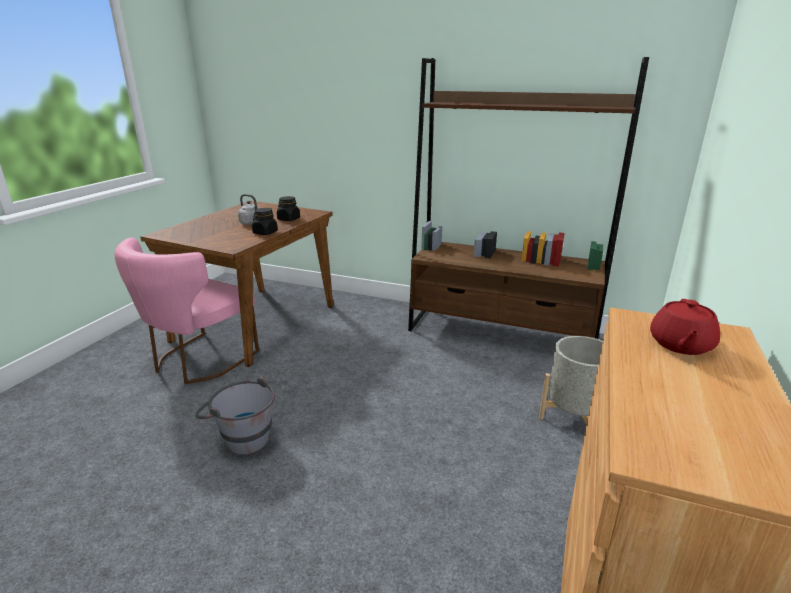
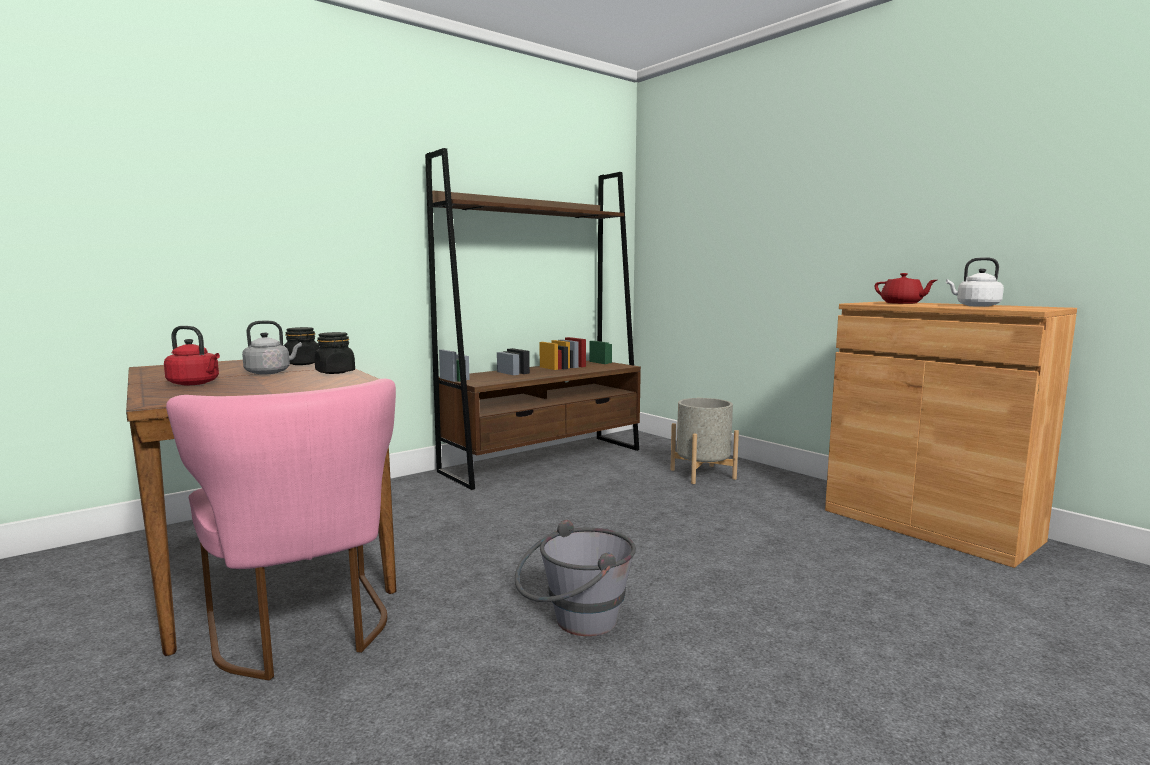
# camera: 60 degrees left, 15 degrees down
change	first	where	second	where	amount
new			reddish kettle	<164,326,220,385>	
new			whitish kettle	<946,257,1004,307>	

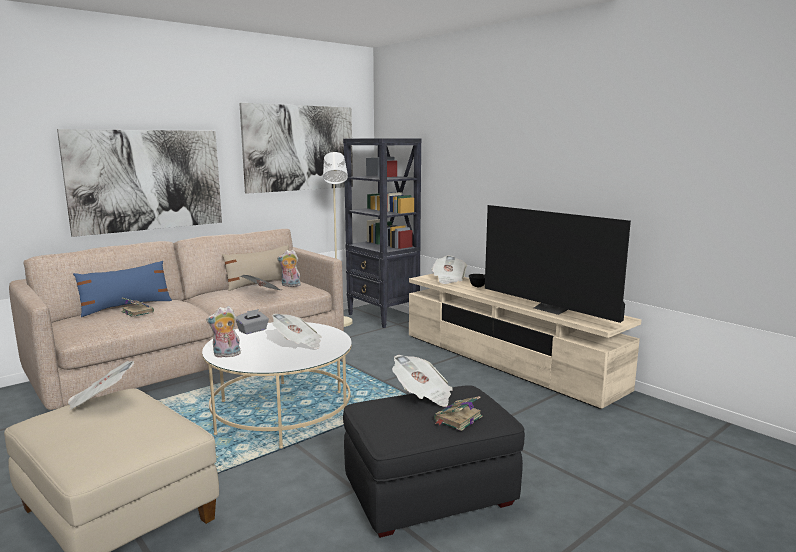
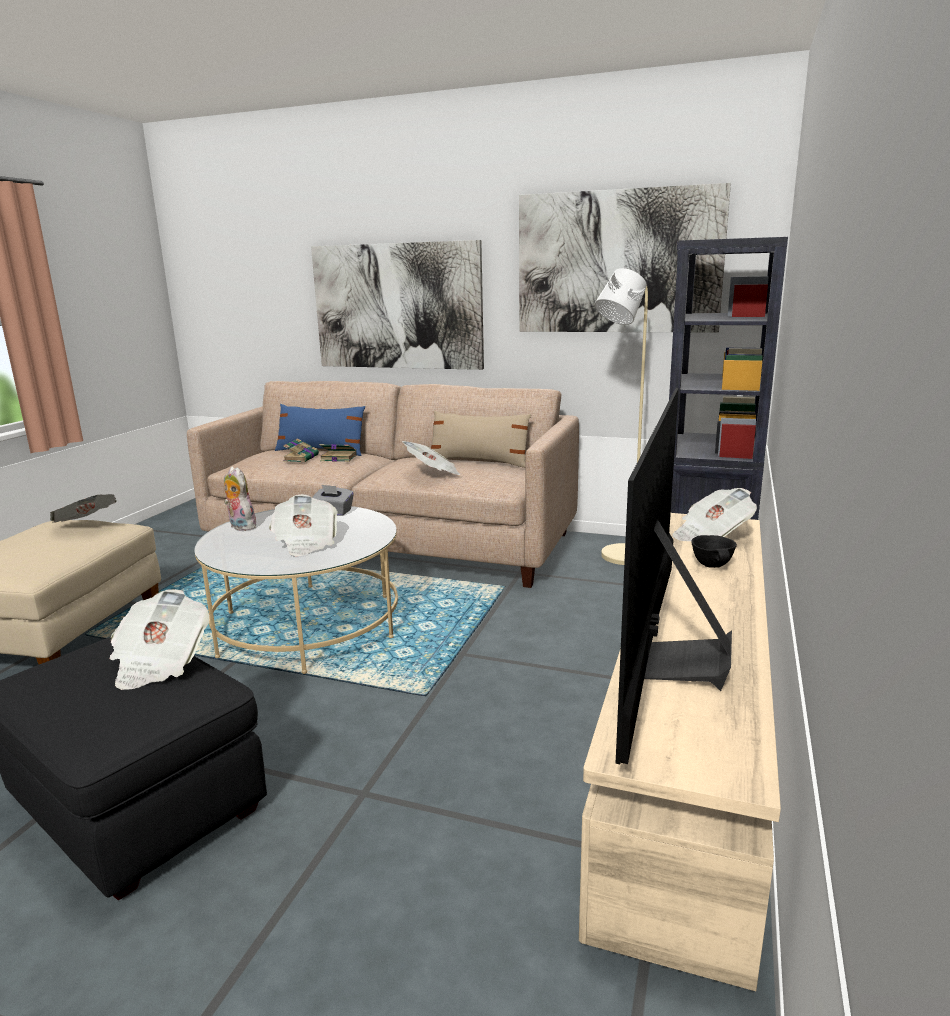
# camera: 60 degrees right, 5 degrees up
change	first	where	second	where	amount
shifted	book	<434,396,482,431>		<320,444,357,462>	
gone	cuddly toy	<277,250,301,287>			

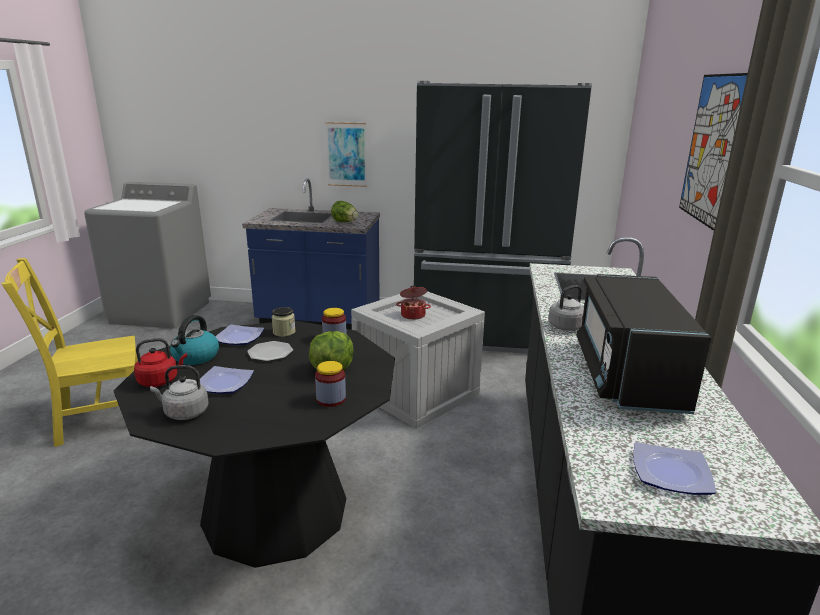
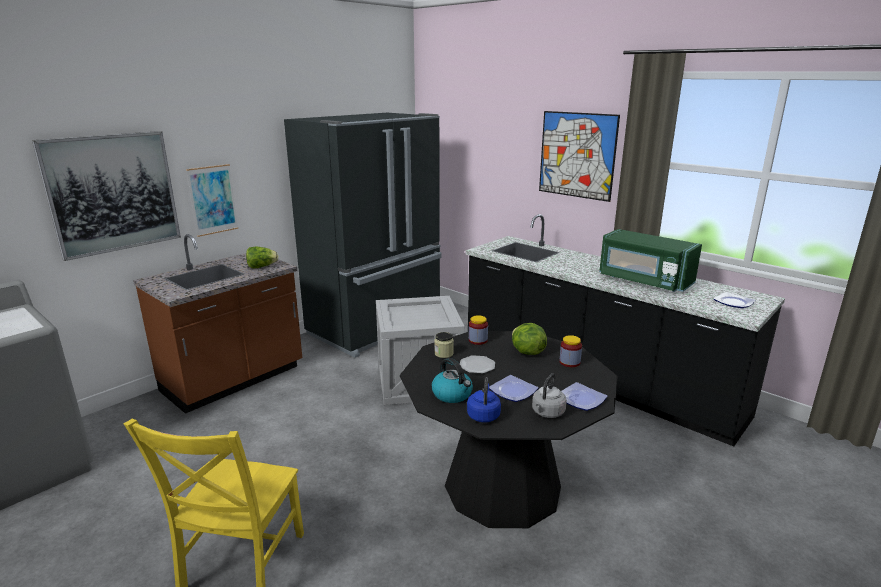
# camera: 55 degrees left, 0 degrees up
change	first	where	second	where	amount
new			wall picture	<32,131,181,261>	
repainted	bluish counter	<242,178,380,330>	brownish counter	<133,234,302,414>	
repainted	reddish kettle	<134,338,187,387>	bluish kettle	<467,377,501,423>	
shifted	flat dish	<215,324,264,345>		<561,382,608,411>	
repainted	blackish microwave	<576,274,711,414>	green-coloured microwave	<599,229,702,292>	
gone	saucepot	<396,286,431,320>			
gone	greyish kettle	<549,285,585,331>			

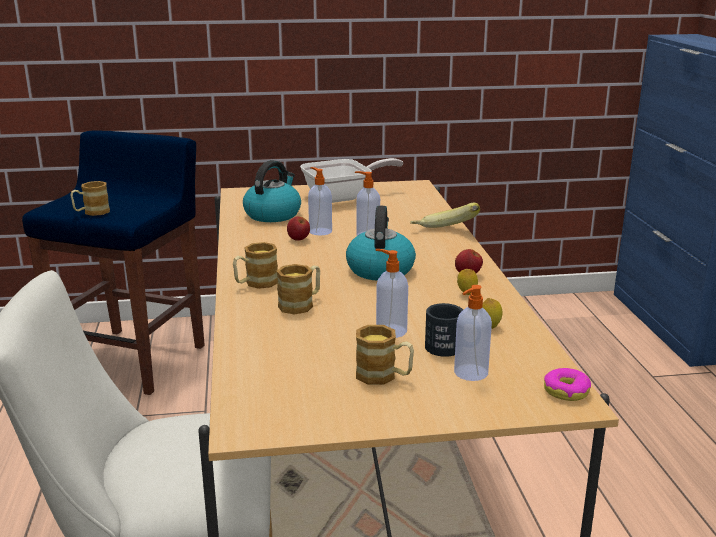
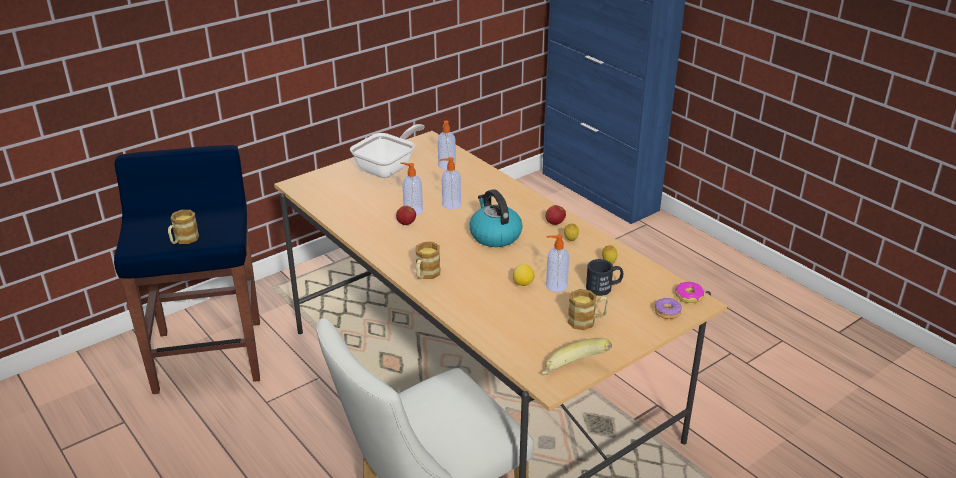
# camera: 30 degrees left, 10 degrees up
change	first	where	second	where	amount
shifted	liquid soap bottle	<454,285,492,381>		<438,120,456,169>	
new			citrus fruit	<513,264,535,286>	
shifted	banana	<410,203,480,228>		<542,338,612,375>	
new			ring doughnut	<655,298,682,319>	
gone	kettle	<243,160,301,222>			
gone	mug	<277,264,320,315>			

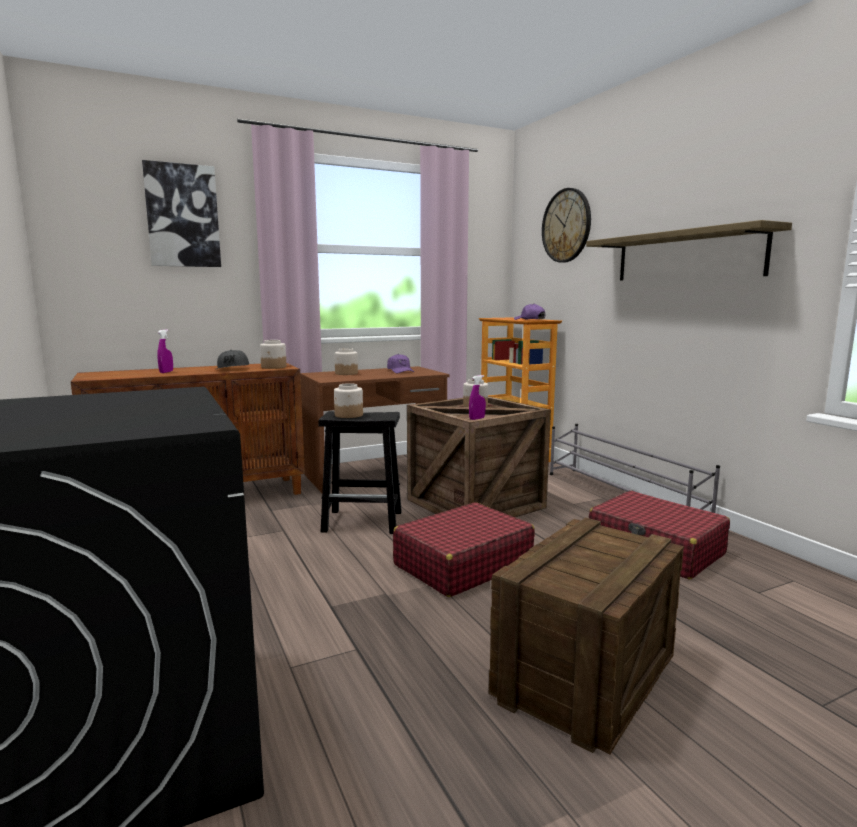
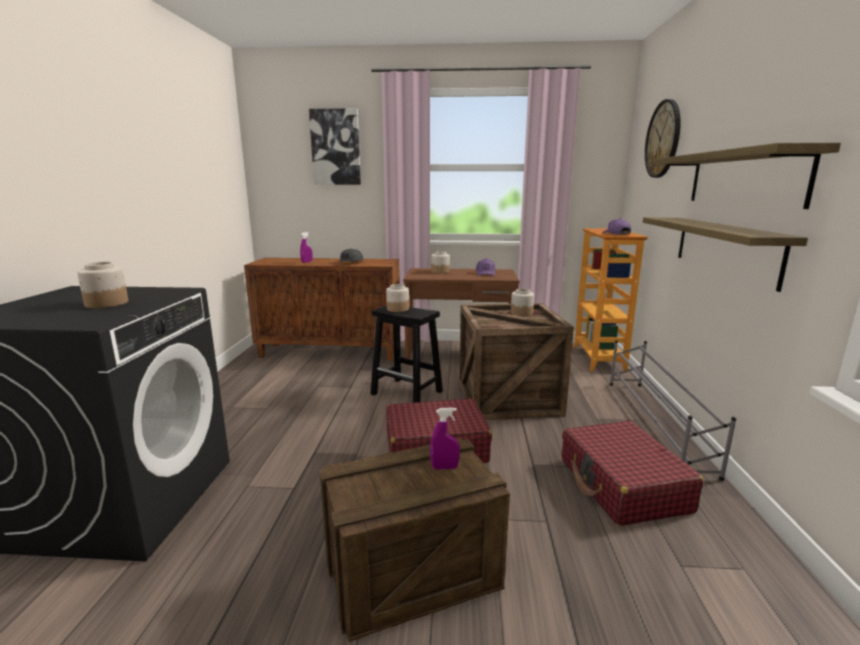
# camera: 30 degrees right, 5 degrees up
change	first	where	second	where	amount
shifted	preserve jar	<260,340,287,369>		<77,262,128,308>	
shifted	purplish sprayer	<469,375,486,420>		<430,407,460,469>	
new			shelf	<643,217,808,292>	

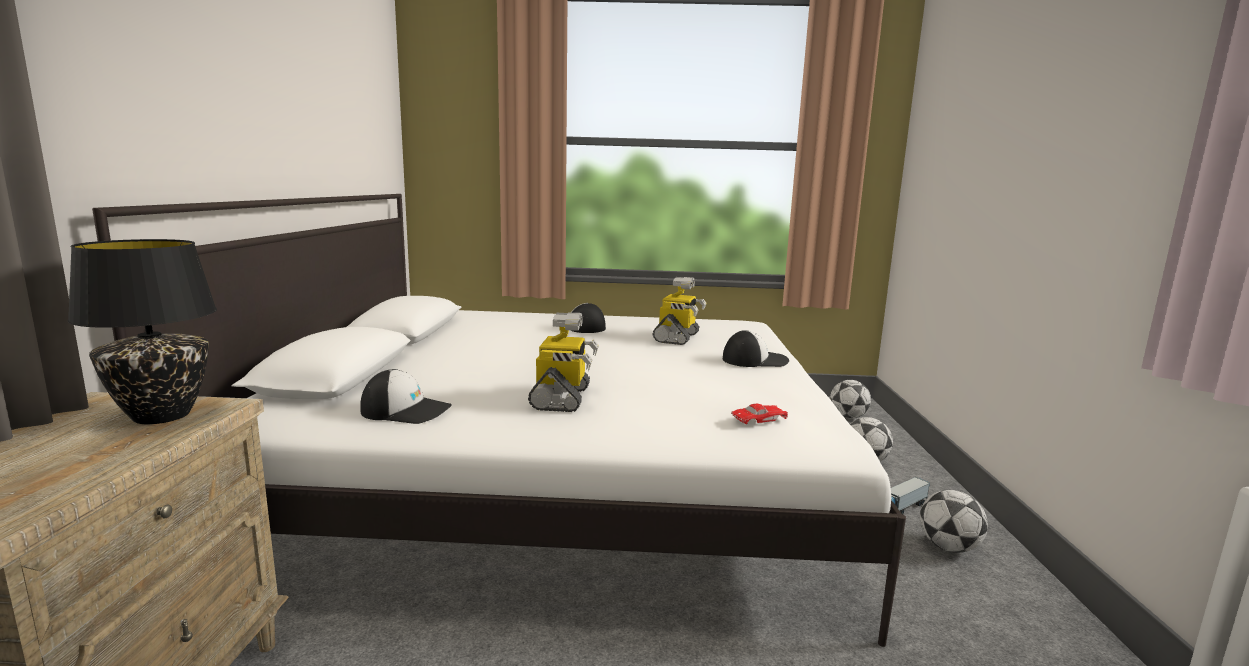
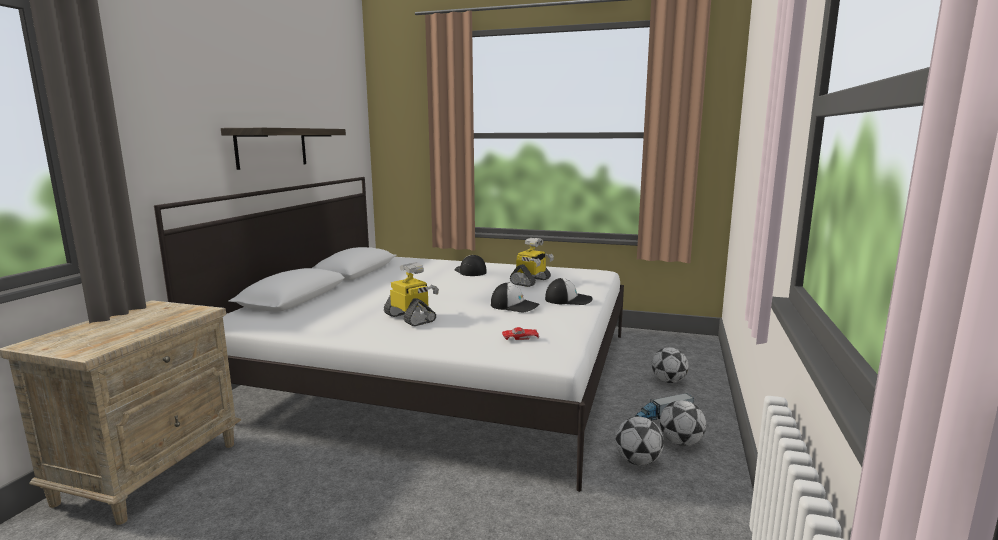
# camera: 15 degrees right, 0 degrees up
change	first	where	second	where	amount
new			shelf	<221,128,346,170>	
rotated	robot figure	<528,313,599,412>		<384,262,439,326>	60 degrees counterclockwise
shifted	baseball cap	<360,369,452,424>		<491,282,540,312>	
shifted	ball for football	<830,380,871,418>		<615,416,664,465>	
gone	blackish table lamp	<67,239,217,424>			

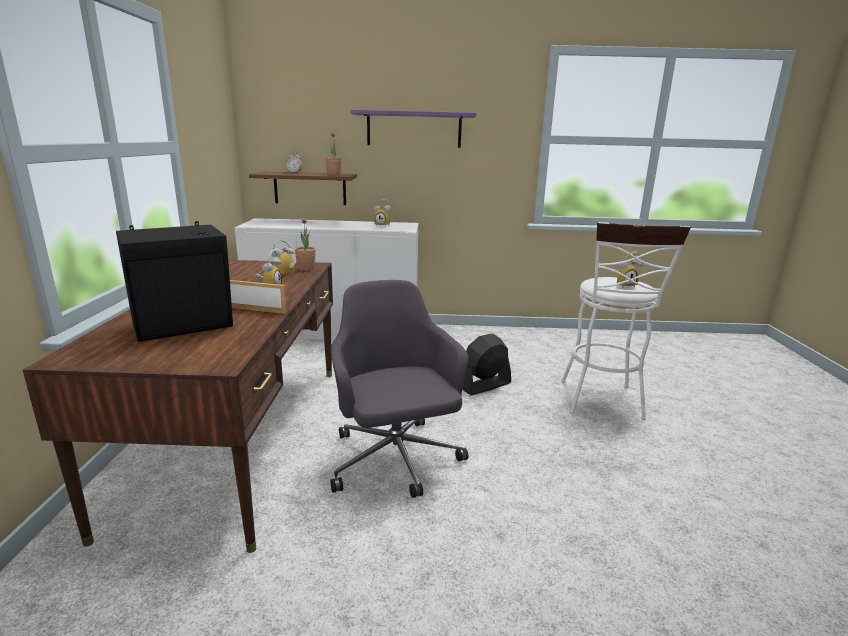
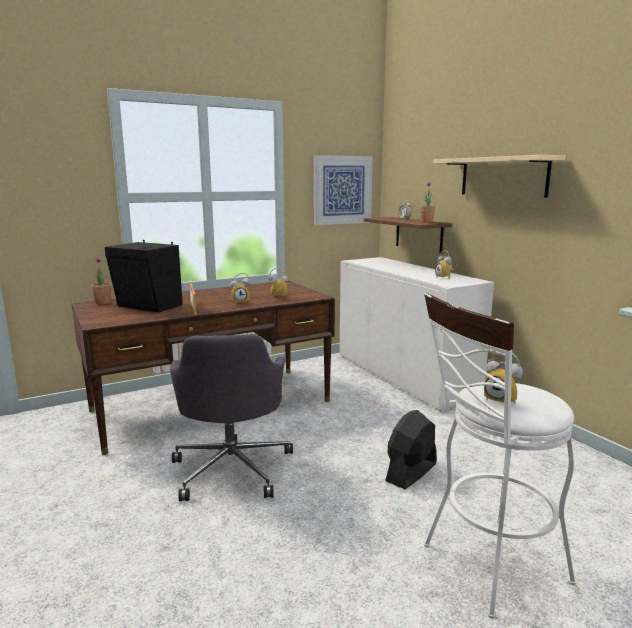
# camera: 60 degrees right, 5 degrees down
change	first	where	second	where	amount
shifted	potted plant	<295,217,316,271>		<92,257,111,304>	
rotated	greyish desk chair	<330,280,468,498>		<170,334,293,501>	135 degrees clockwise
new			wall picture	<314,155,373,225>	
rotated	blackish cooling fan	<462,334,511,395>		<385,410,437,489>	75 degrees counterclockwise
repainted	purplish shelf	<350,110,476,148>	beige shelf	<433,155,566,198>	

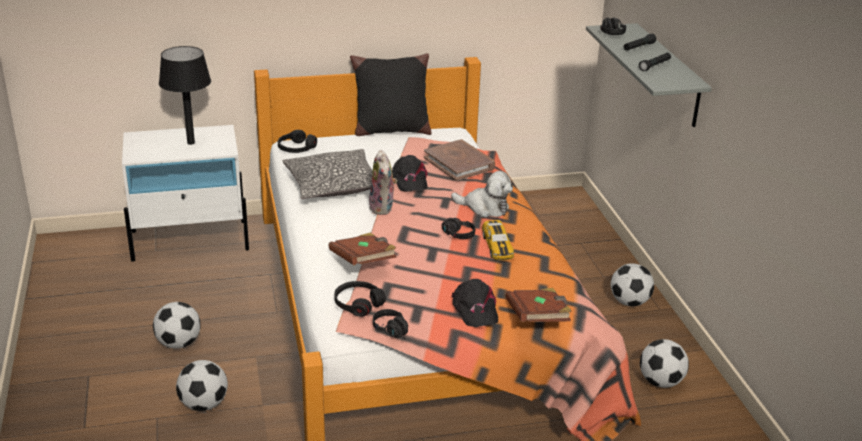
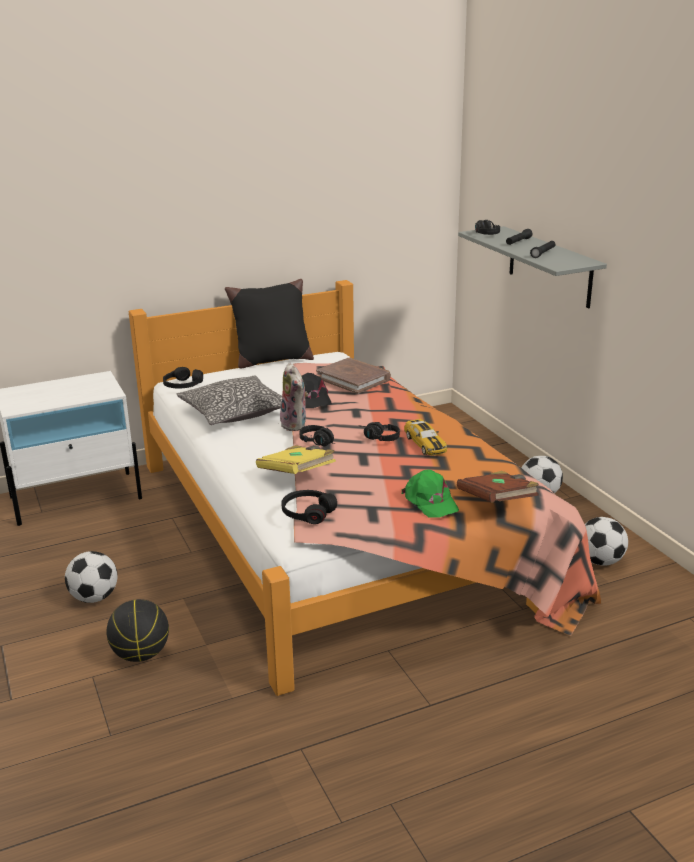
# camera: 10 degrees left, 5 degrees down
change	first	where	second	where	amount
swapped	ball for football	<176,360,228,411>	basketball ball	<106,599,169,662>	
repainted	brownish book	<329,233,396,265>	yellow book	<256,445,336,474>	
shifted	blackish pair of headphones	<373,309,408,340>		<299,425,335,446>	
repainted	blackish baseball cap	<452,279,498,327>	green-coloured baseball cap	<402,469,459,518>	
gone	blackish table lamp	<159,46,211,145>			
gone	cuddly toy	<451,171,513,218>			

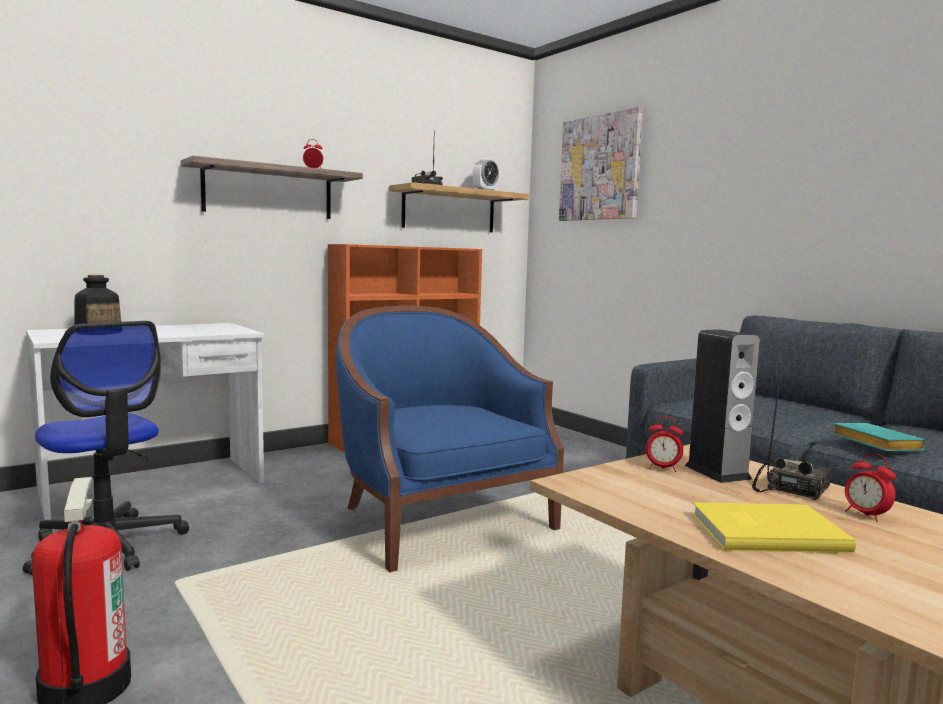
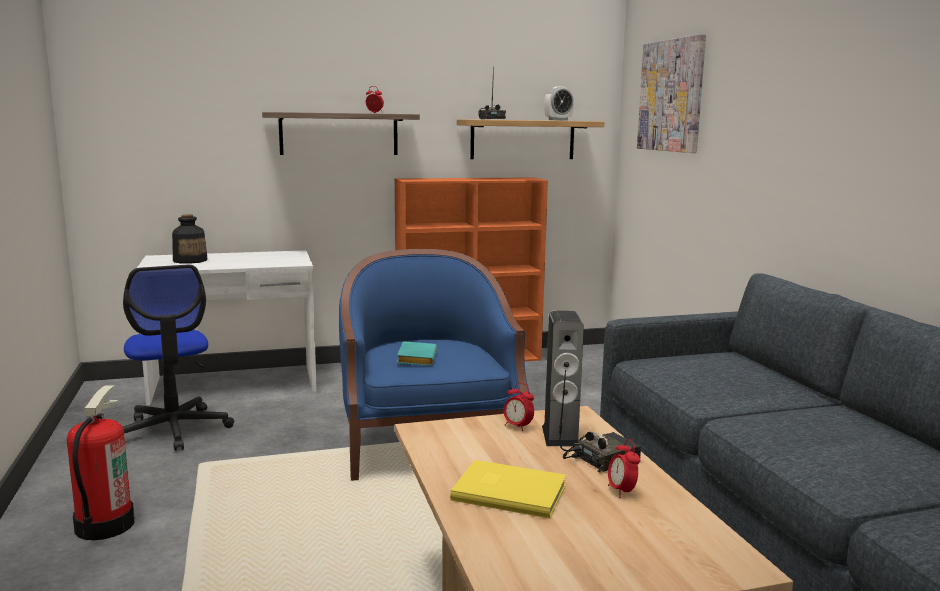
# camera: 20 degrees right, 5 degrees up
change	first	where	second	where	amount
shifted	turquoise book	<832,423,926,451>		<397,341,437,366>	

